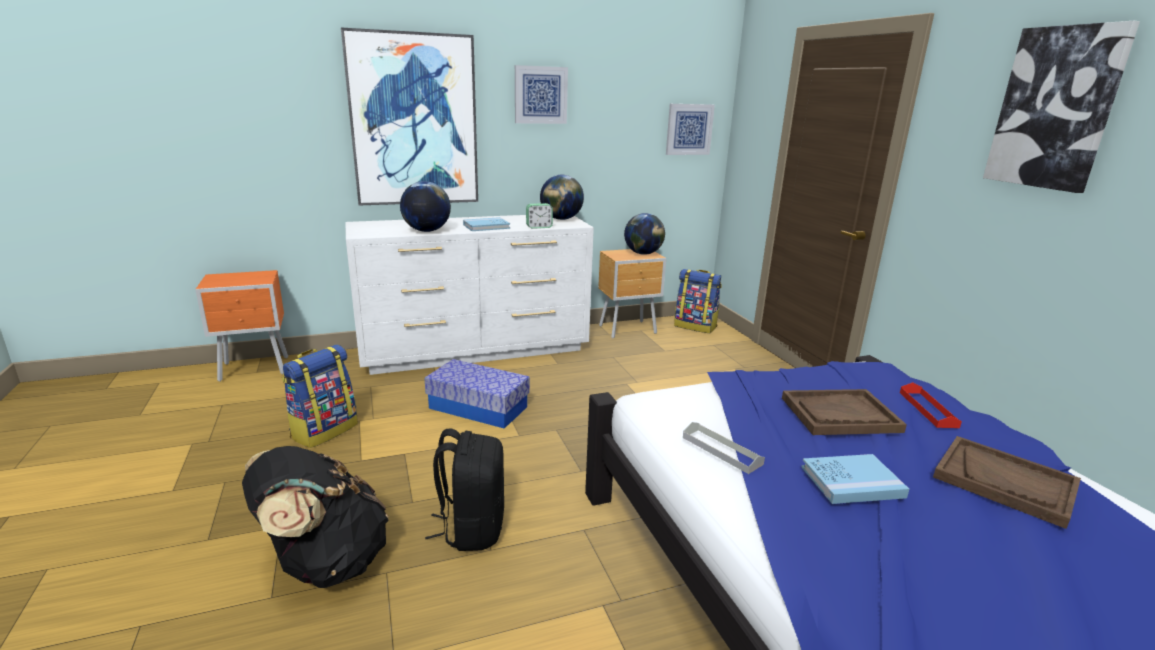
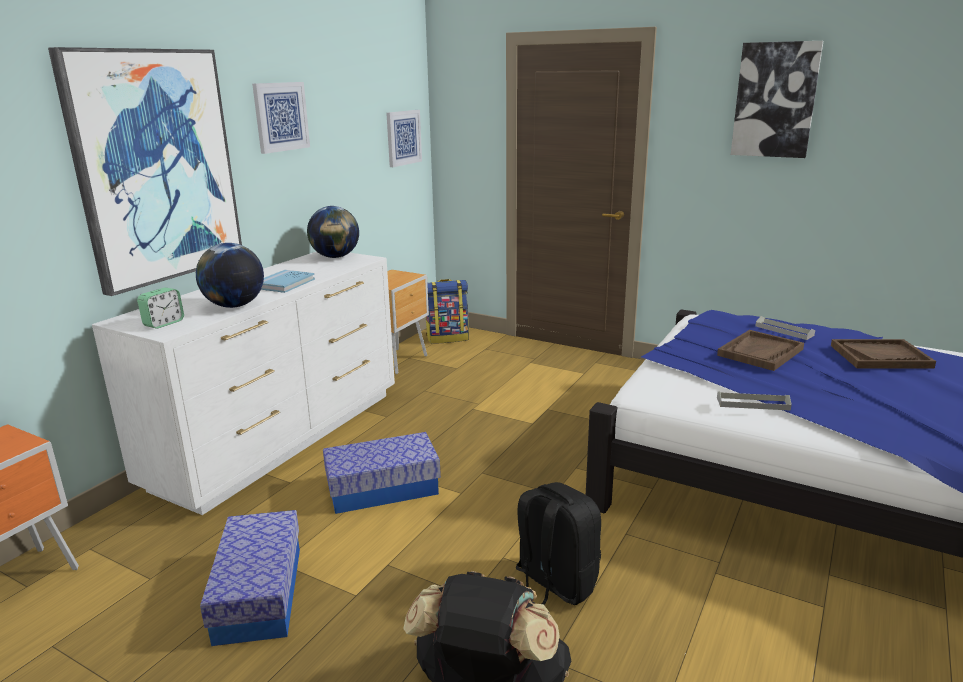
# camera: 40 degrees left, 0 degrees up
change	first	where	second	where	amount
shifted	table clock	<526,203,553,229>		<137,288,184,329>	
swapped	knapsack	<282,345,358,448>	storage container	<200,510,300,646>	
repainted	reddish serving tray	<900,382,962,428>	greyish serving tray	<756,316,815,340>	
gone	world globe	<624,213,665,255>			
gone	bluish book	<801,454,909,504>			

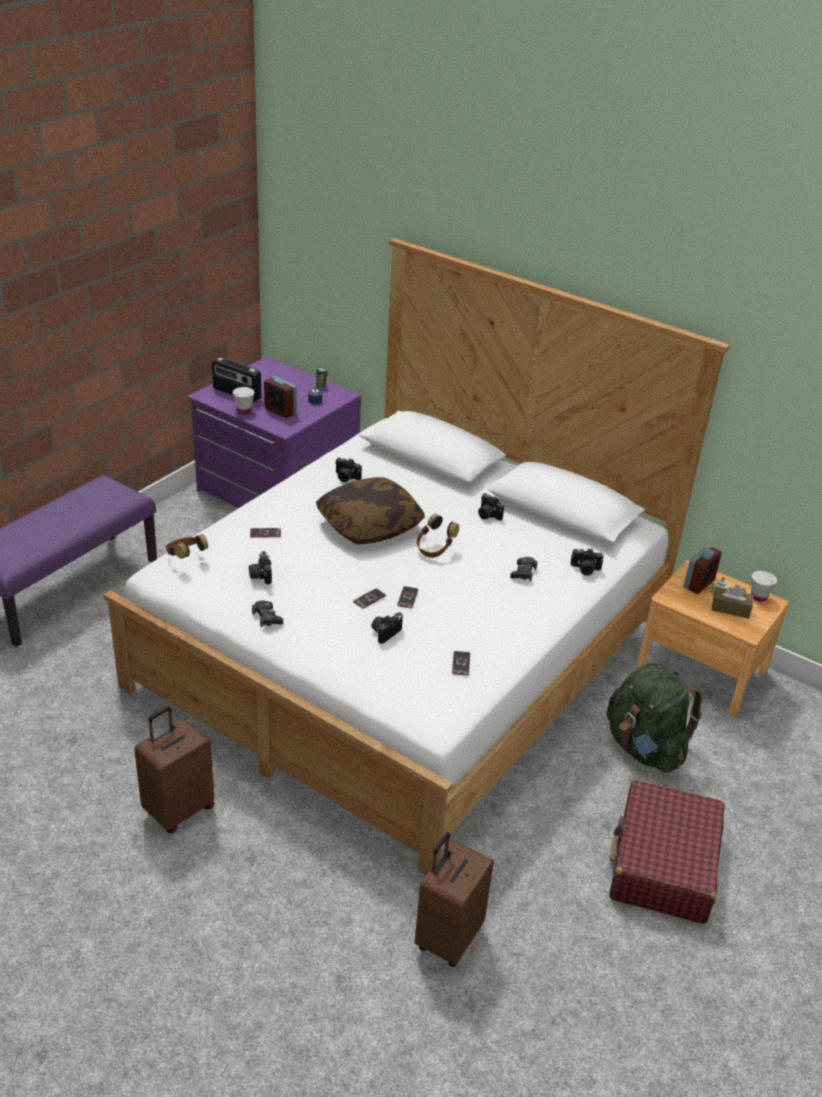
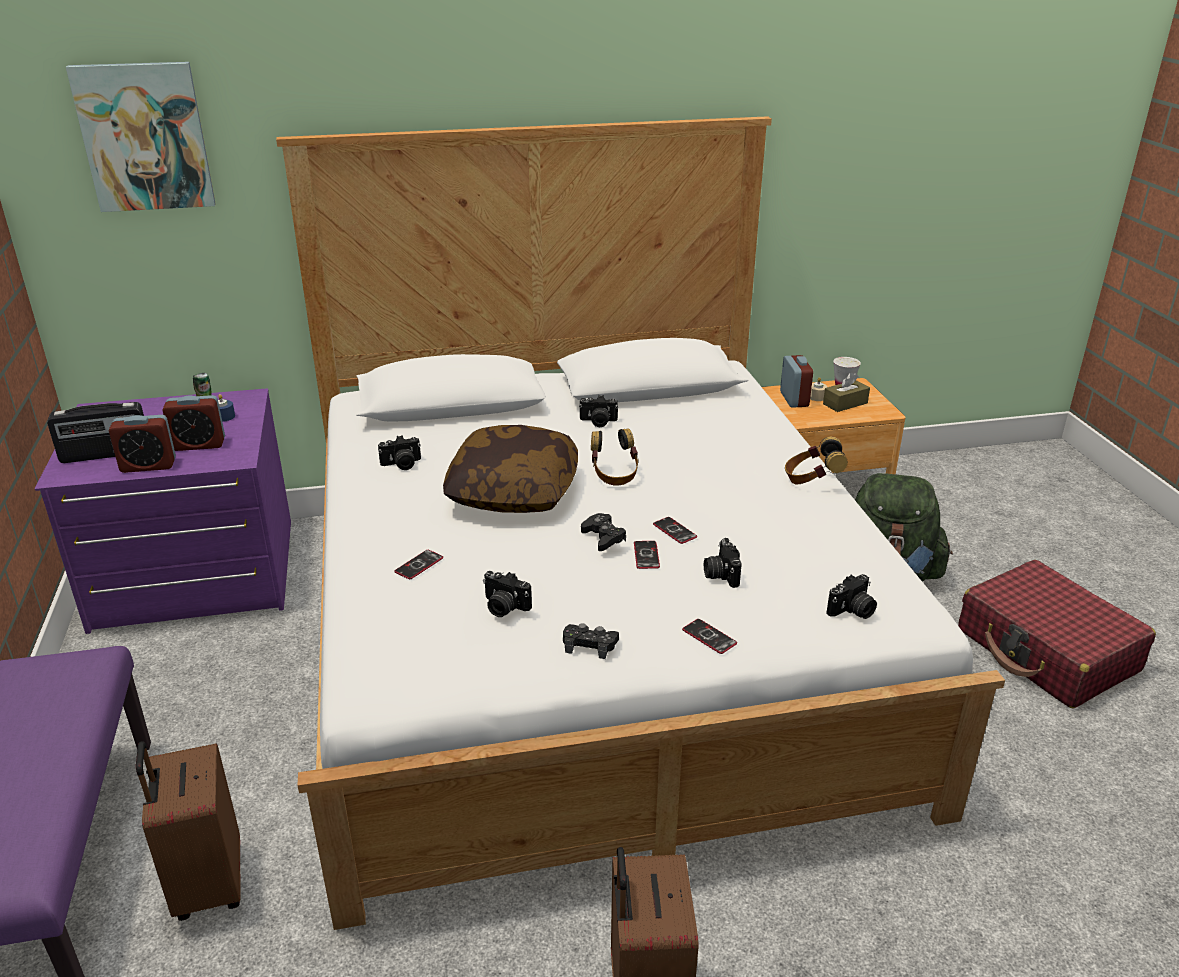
# camera: 45 degrees left, 5 degrees down
change	first	where	second	where	amount
new			wall picture	<66,62,216,212>	
swapped	whitish small cup	<233,387,254,414>	table clock	<109,415,176,473>	
shifted	brownish travel case	<415,832,494,967>		<136,741,241,921>	
shifted	blackish gamepad	<510,557,538,581>		<581,513,626,551>	
shifted	telephone	<452,651,470,676>		<682,619,737,654>	
shifted	pair of headphones	<166,534,208,559>		<785,436,848,485>	
shifted	photo camera	<570,548,604,576>		<826,574,877,619>	

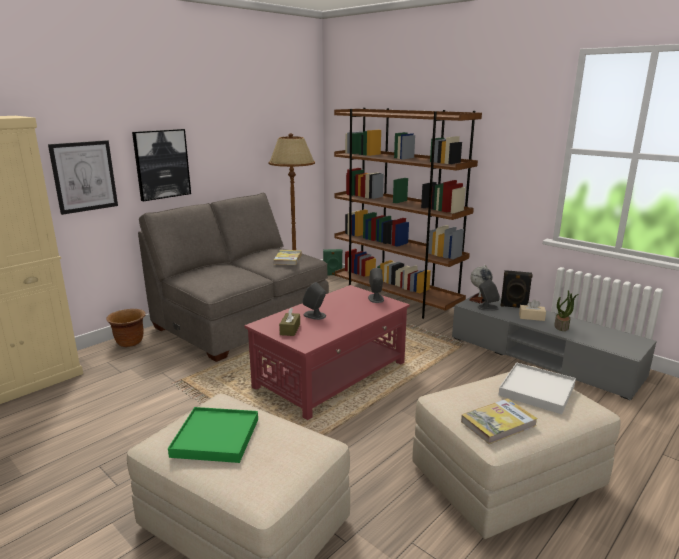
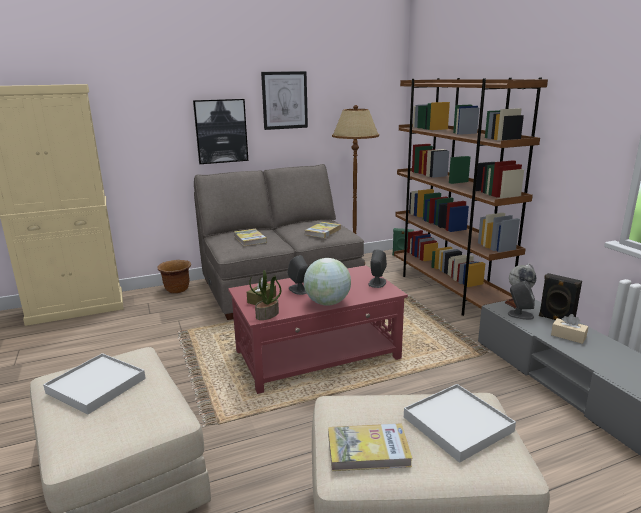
# camera: 25 degrees right, 0 degrees up
change	first	where	second	where	amount
repainted	green-coloured serving tray	<168,407,258,463>	whitish serving tray	<43,353,146,415>	
new			book	<234,229,267,246>	
shifted	potted plant	<554,290,578,331>		<249,270,281,320>	
shifted	wall picture	<48,140,118,215>		<261,71,308,130>	
new			world globe	<304,258,351,306>	

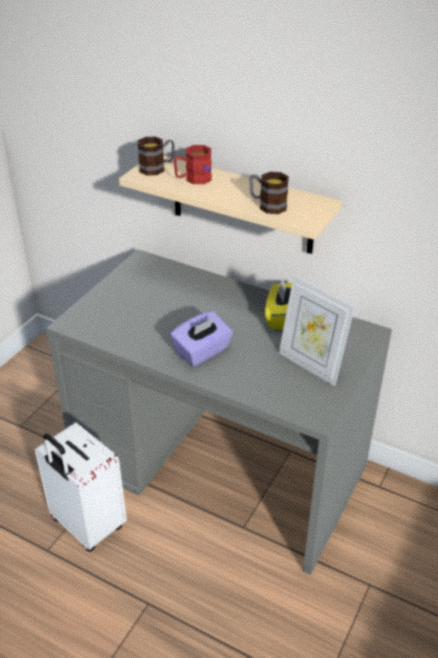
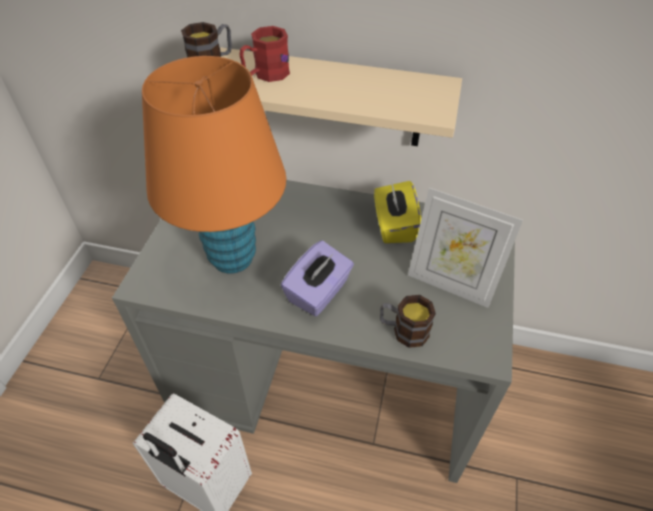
# camera: 15 degrees left, 10 degrees up
change	first	where	second	where	amount
new			orange-coloured table lamp	<142,56,286,274>	
shifted	mug	<250,172,289,214>		<380,295,436,348>	

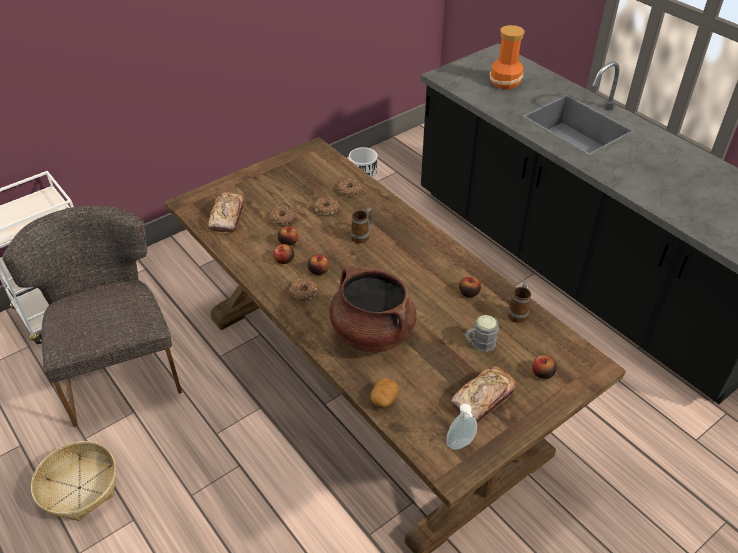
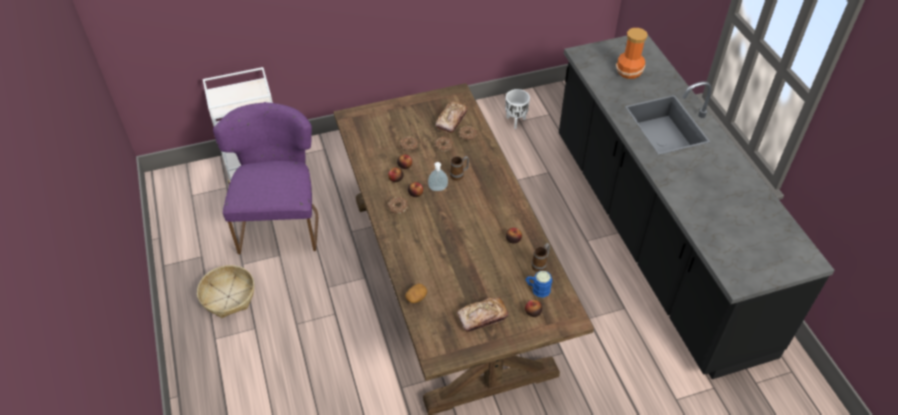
# camera: 20 degrees right, 5 degrees up
change	first	where	second	where	amount
repainted	greyish chair	<2,206,182,427>	purplish chair	<213,102,318,254>	
shifted	liquid soap bottle	<446,403,477,450>		<428,162,448,191>	
shifted	bread	<208,192,245,233>		<435,101,468,133>	
new			bluish mug	<526,271,552,298>	
gone	brownish saucepot	<330,266,416,352>			
gone	greyish mug	<465,315,499,352>			

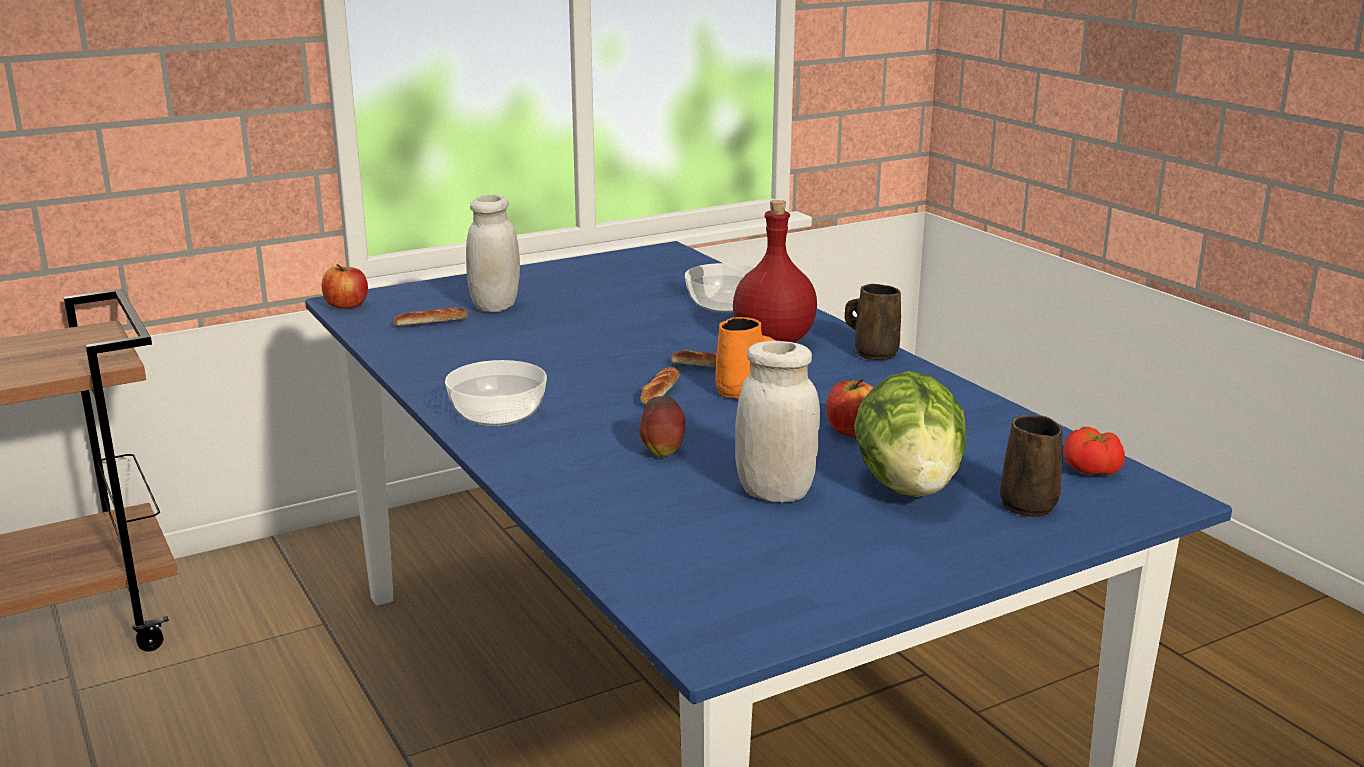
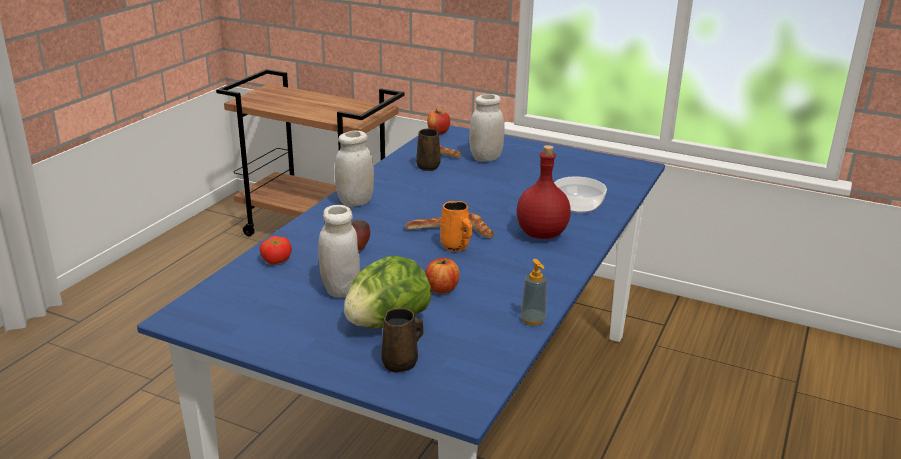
# camera: 55 degrees right, 5 degrees up
change	first	where	second	where	amount
shifted	whole tomato	<1063,427,1125,475>		<260,236,292,264>	
swapped	serving bowl	<445,360,547,426>	whitish preserve jar	<335,131,374,207>	
shifted	brownish mug	<845,284,901,360>		<416,128,441,171>	
new			liquid soap bottle	<520,259,547,325>	

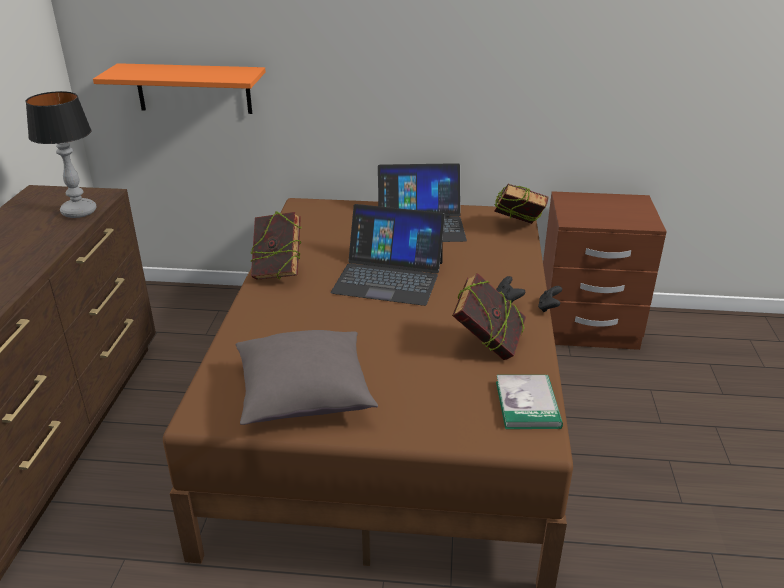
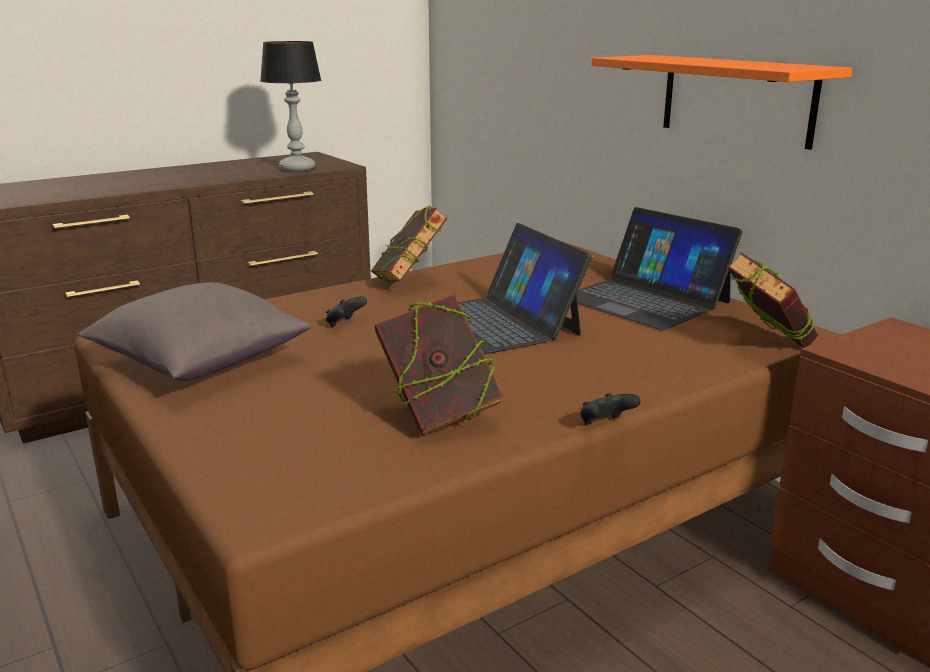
# camera: 50 degrees right, 10 degrees down
change	first	where	second	where	amount
shifted	blackish gamepad	<496,276,525,304>		<326,296,367,327>	
shifted	orange-coloured shelf	<93,63,266,114>		<592,55,852,150>	
gone	book	<496,375,563,429>			

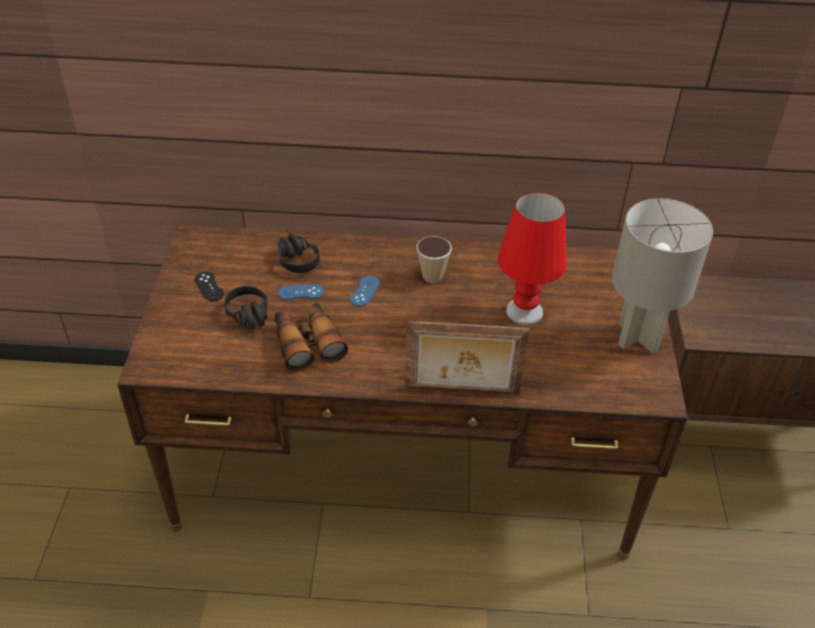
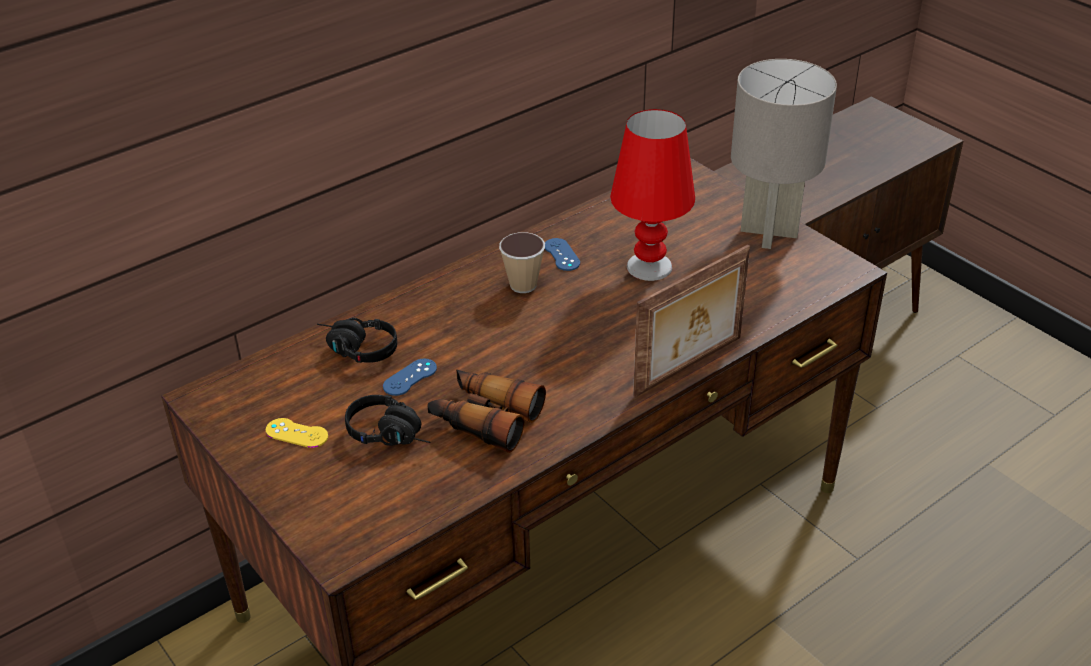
# camera: 40 degrees left, 5 degrees down
change	first	where	second	where	amount
repainted	blackish gamepad	<195,272,224,302>	yellow gamepad	<266,418,328,448>	
shifted	bluish gamepad	<350,276,380,306>		<545,238,580,271>	

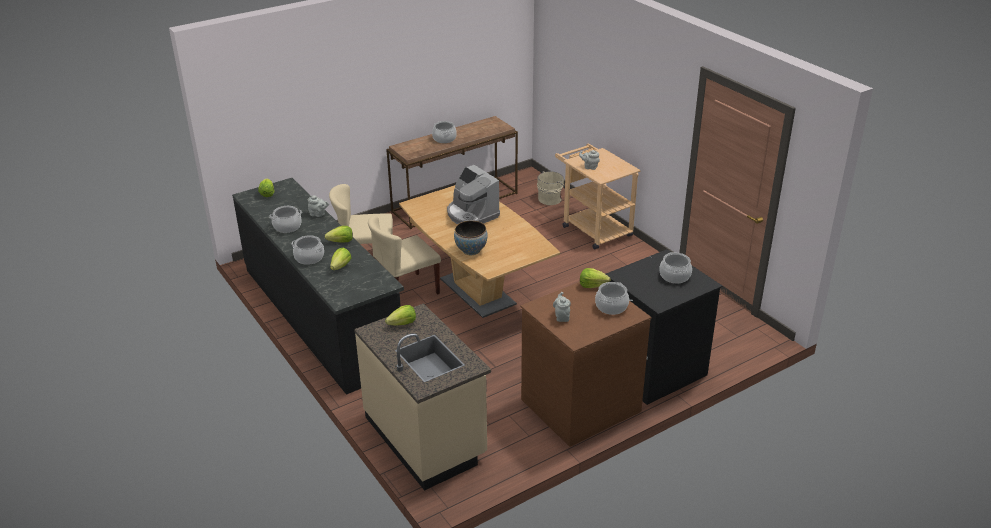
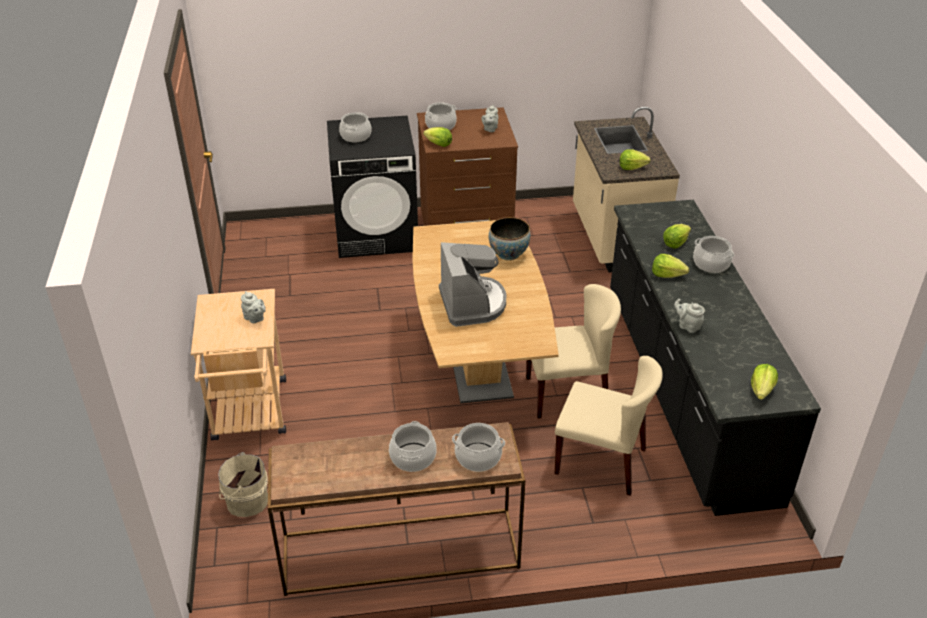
# camera: 155 degrees left, 5 degrees up
change	first	where	second	where	amount
shifted	saucepot	<269,206,302,233>		<452,423,505,472>	

